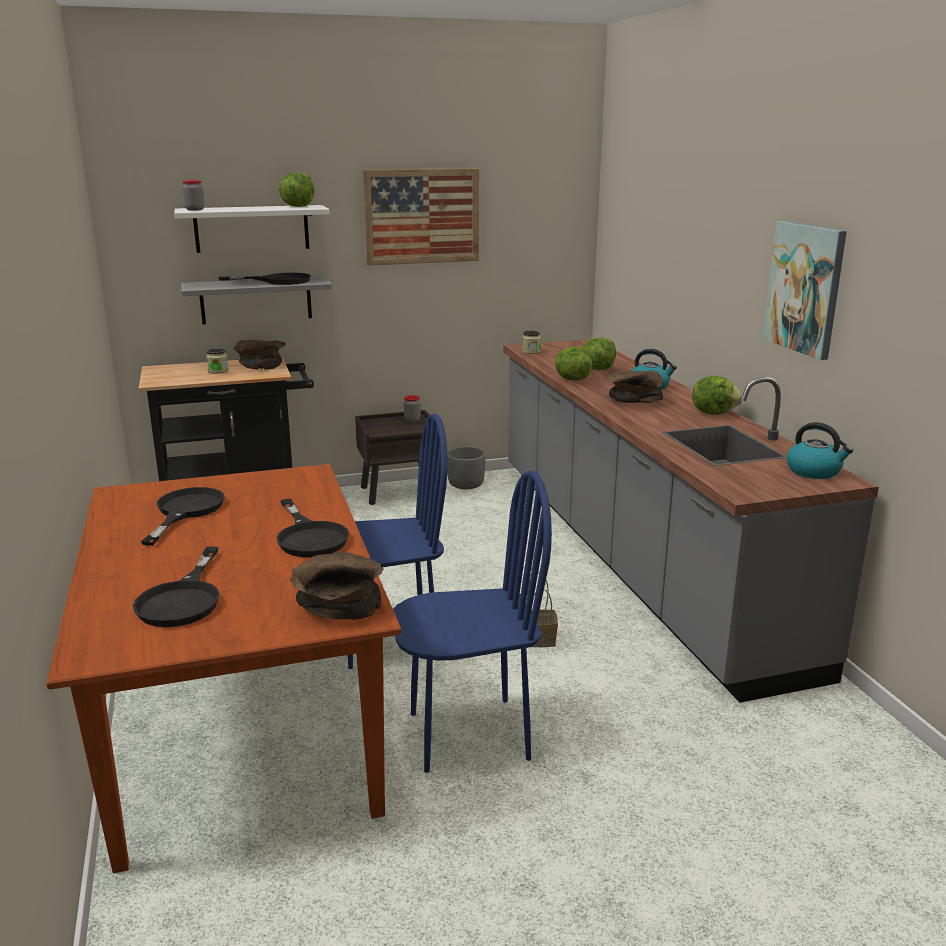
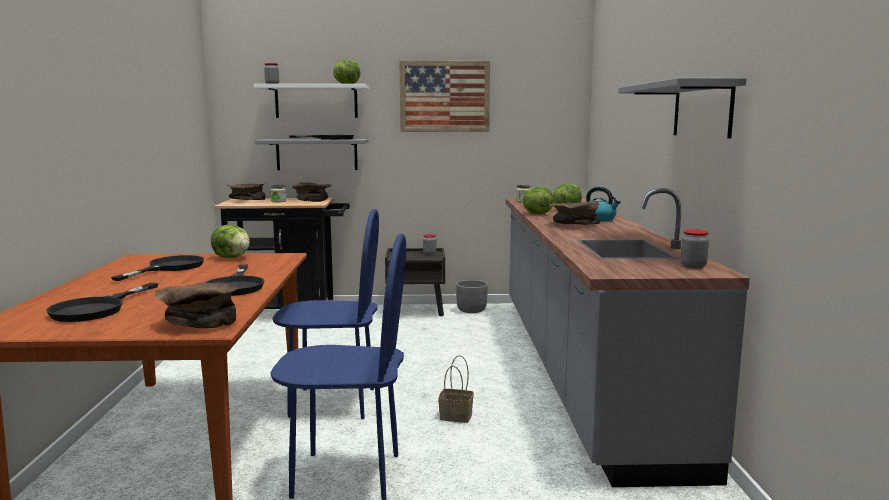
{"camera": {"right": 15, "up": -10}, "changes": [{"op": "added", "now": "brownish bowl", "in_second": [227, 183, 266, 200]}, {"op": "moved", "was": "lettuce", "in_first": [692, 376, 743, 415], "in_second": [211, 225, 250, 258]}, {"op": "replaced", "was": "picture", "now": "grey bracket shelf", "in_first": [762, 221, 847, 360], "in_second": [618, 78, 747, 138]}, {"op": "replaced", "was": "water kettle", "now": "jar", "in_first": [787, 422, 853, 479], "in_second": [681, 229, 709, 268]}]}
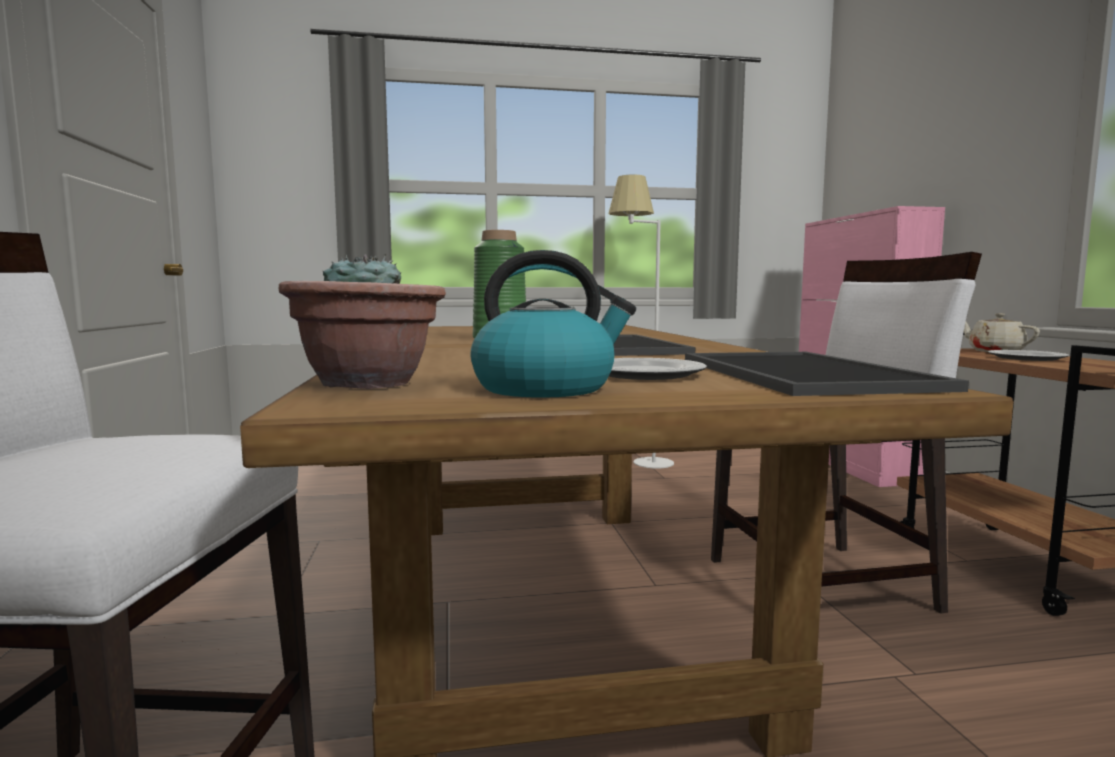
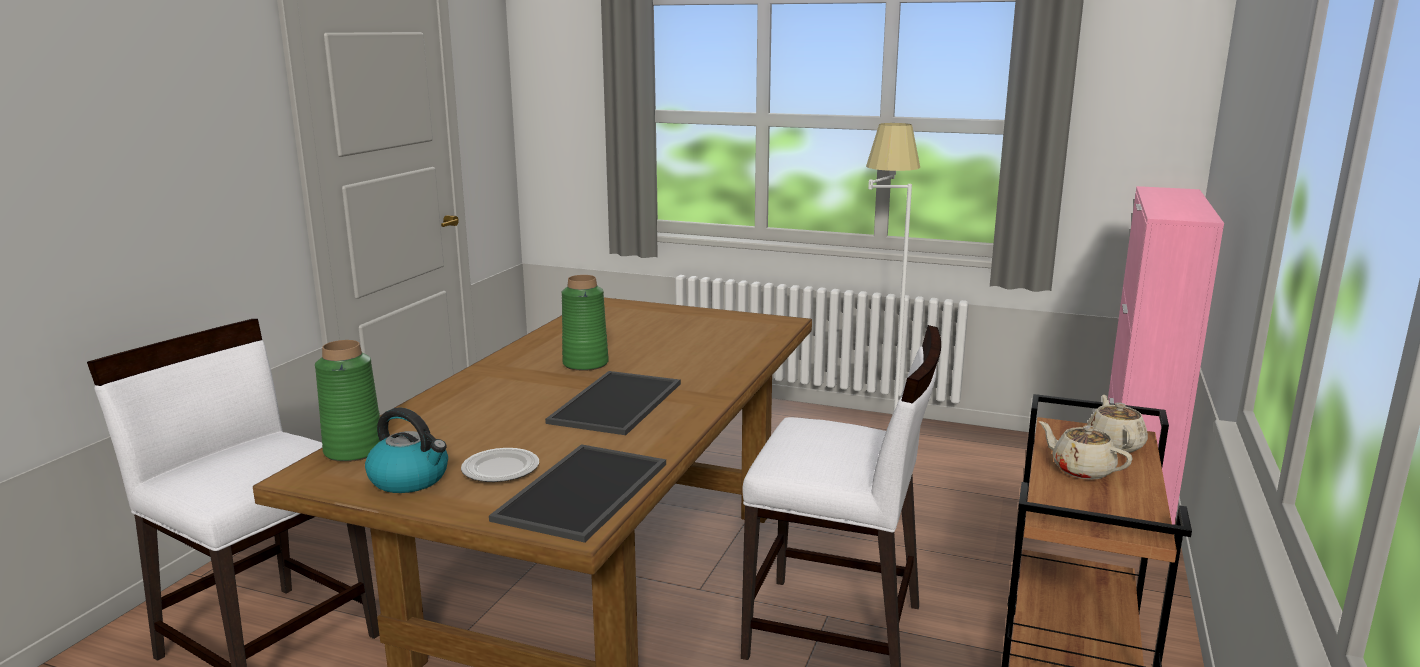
{"camera": {"right": 30, "up": 10}, "changes": [{"op": "replaced", "was": "houseplant", "now": "greenish vase", "in_first": [279, 254, 446, 389], "in_second": [315, 340, 382, 462]}, {"op": "replaced", "was": "flat dish", "now": "sand-coloured teapot", "in_first": [988, 350, 1069, 361], "in_second": [1039, 421, 1133, 480]}]}
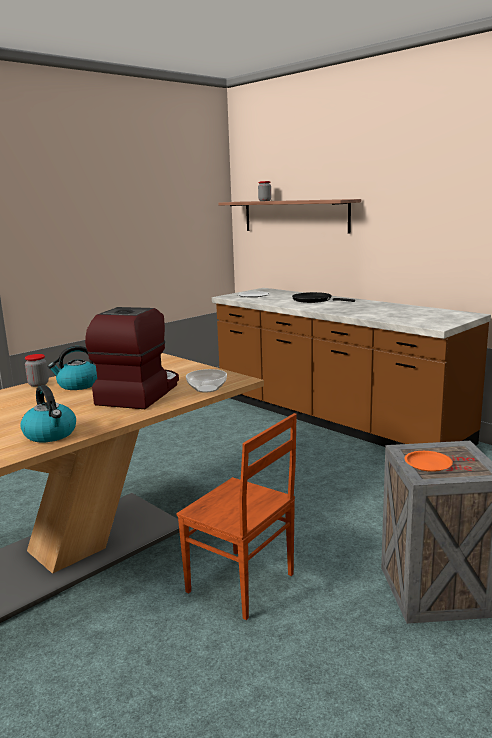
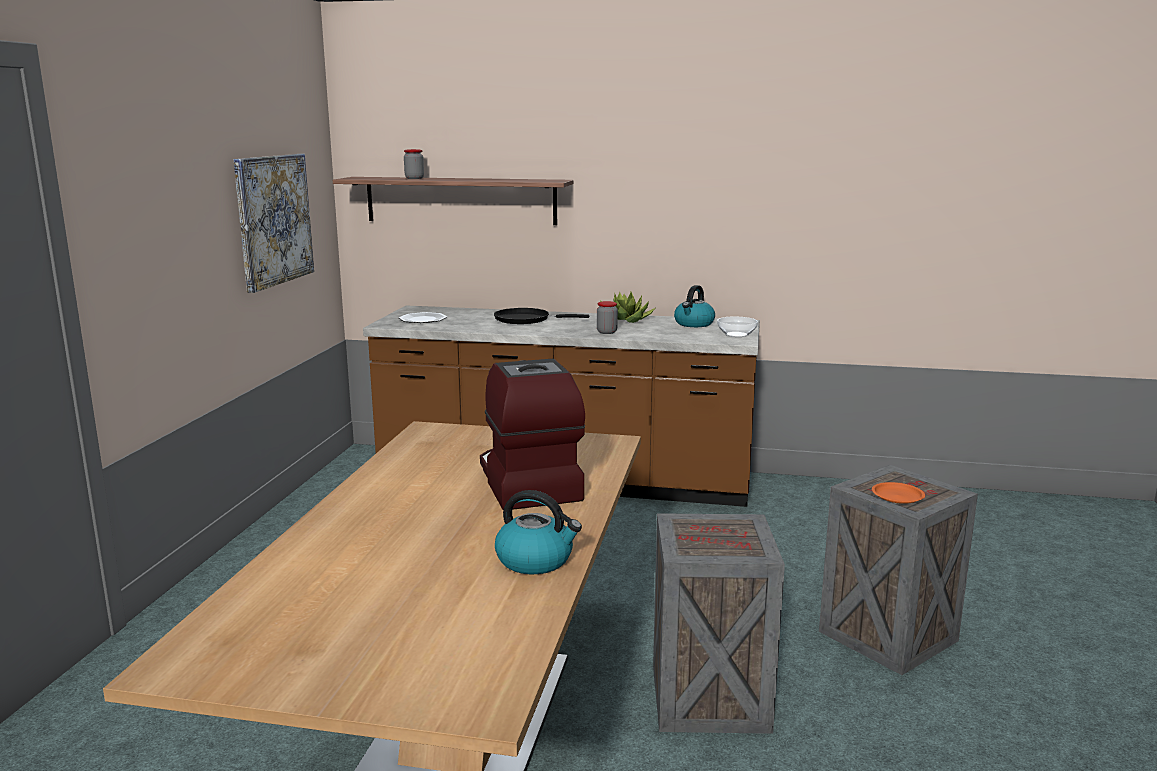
{"camera": {"right": -35, "up": 0}, "changes": [{"op": "added", "now": "picture", "in_second": [234, 154, 314, 293]}, {"op": "added", "now": "houseplant", "in_second": [600, 292, 655, 323]}, {"op": "moved", "was": "jar", "in_first": [25, 354, 49, 387], "in_second": [597, 301, 618, 334]}, {"op": "moved", "was": "water kettle", "in_first": [48, 346, 97, 390], "in_second": [674, 285, 715, 327]}, {"op": "moved", "was": "bowl", "in_first": [186, 369, 227, 393], "in_second": [717, 317, 758, 337]}, {"op": "replaced", "was": "brownish chair", "now": "shipping crate", "in_first": [177, 413, 297, 620], "in_second": [653, 513, 785, 734]}]}
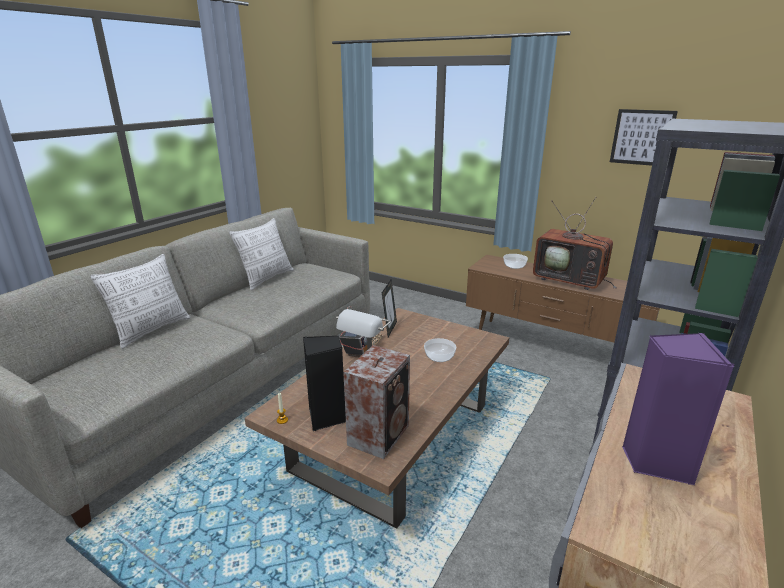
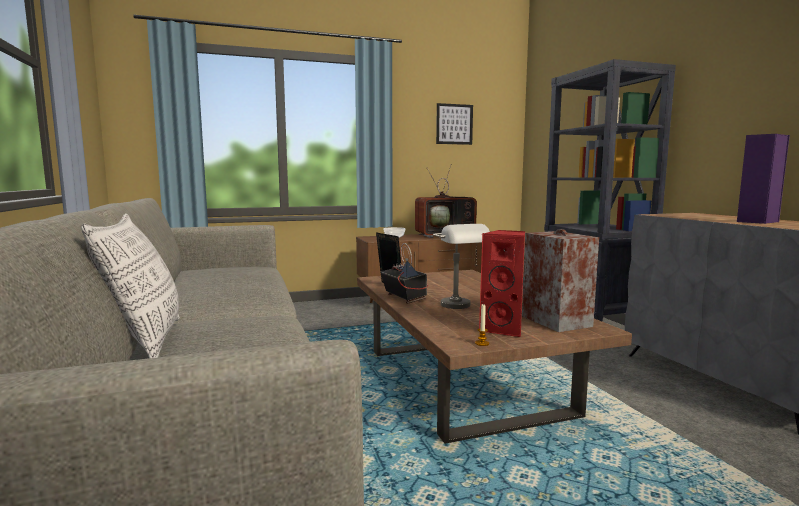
{"camera": {"right": -50, "up": -15}, "changes": [{"op": "removed", "was": "cushion", "in_first": [229, 218, 294, 291]}, {"op": "removed", "was": "bowl", "in_first": [424, 338, 456, 362]}, {"op": "recoloured", "was": "black-coloured loudspeaker", "now": "reddish loudspeaker", "in_first": [303, 336, 346, 431], "in_second": [479, 230, 525, 337]}]}
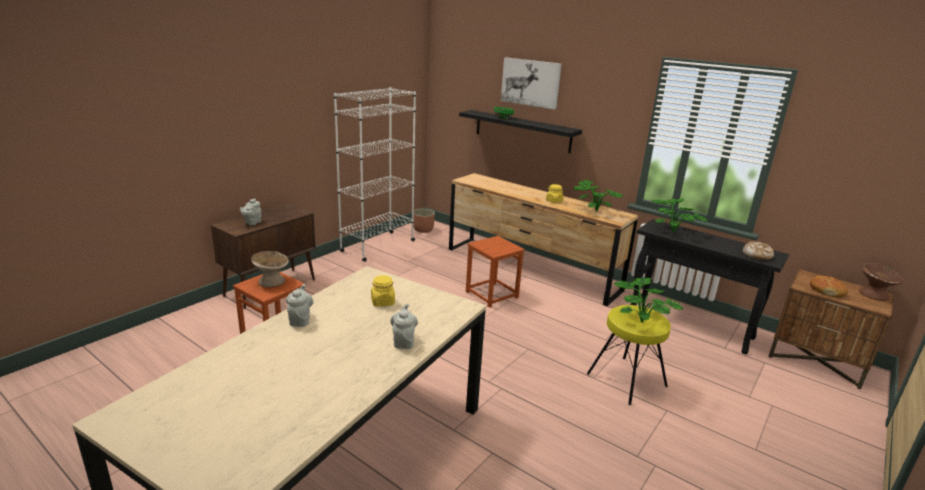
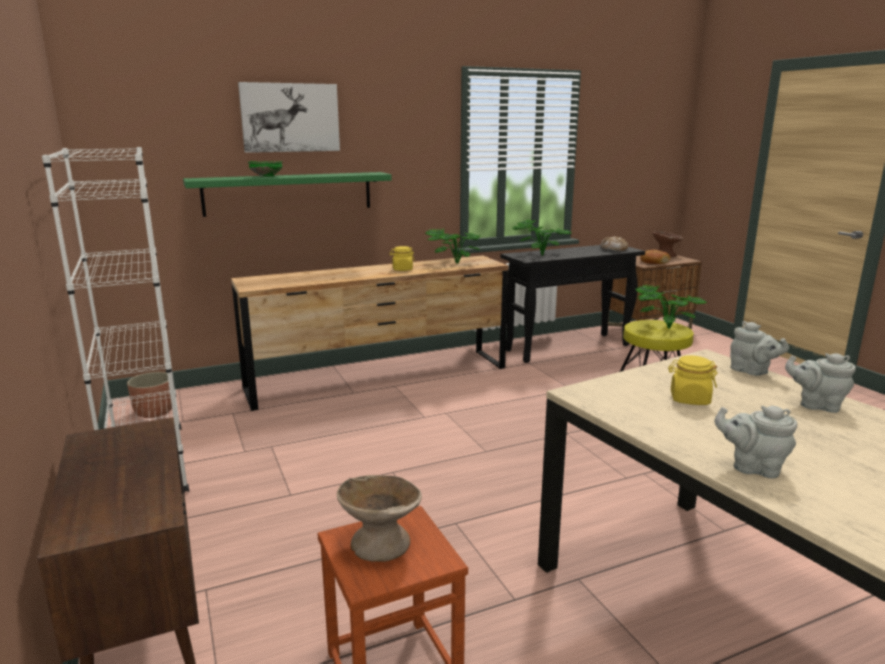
{"camera": {"right": -60, "up": -5}, "changes": [{"op": "removed", "was": "brownish sitting stool", "in_first": [466, 236, 525, 308]}, {"op": "moved", "was": "grey teapot", "in_first": [240, 198, 261, 225], "in_second": [730, 321, 789, 376]}, {"op": "recoloured", "was": "black-coloured bracket shelf", "now": "greenish bracket shelf", "in_first": [459, 110, 582, 153], "in_second": [183, 172, 392, 217]}]}
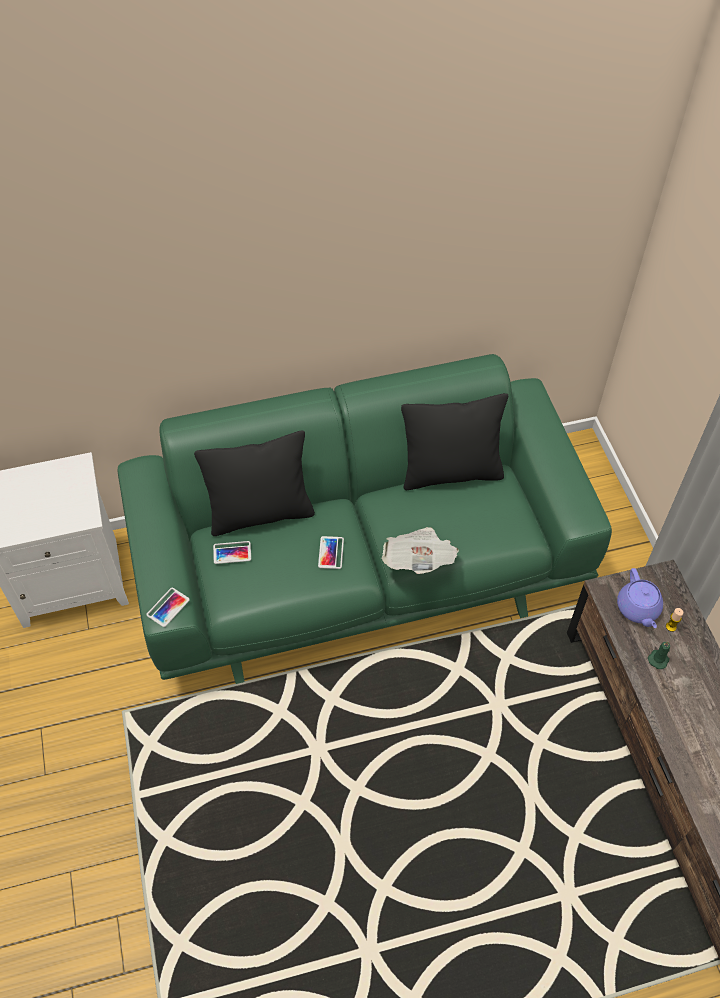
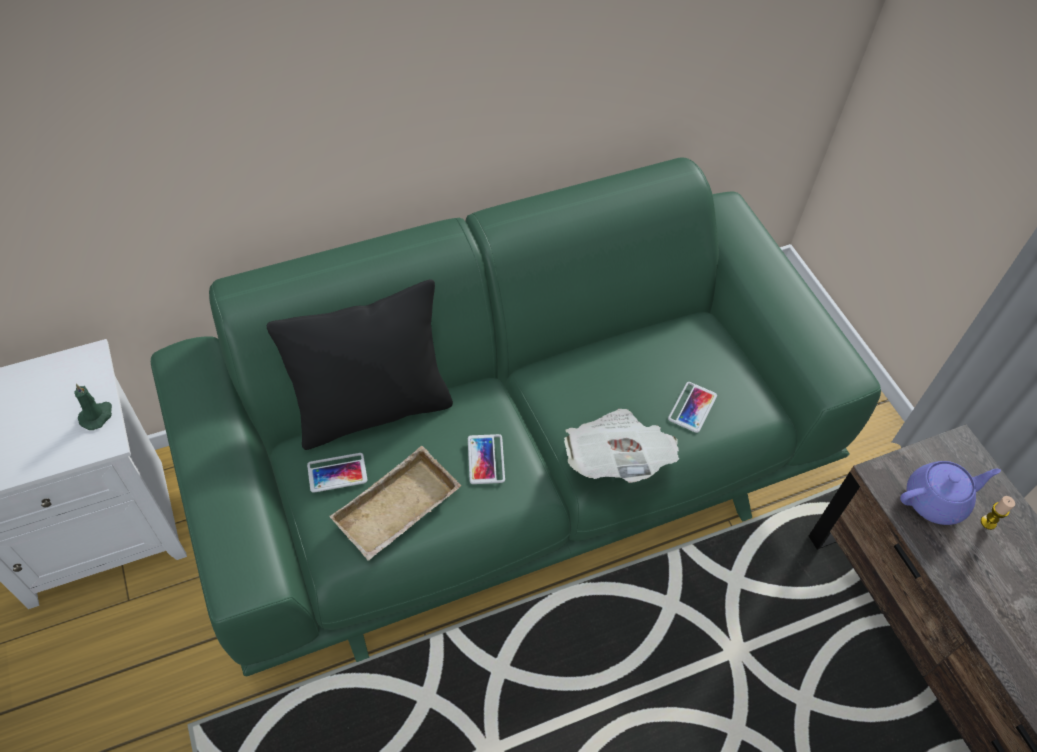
{"camera": {"right": -10, "up": 0}, "changes": [{"op": "removed", "was": "black-coloured cushion", "in_first": [401, 393, 508, 490]}, {"op": "added", "now": "sand-coloured tray", "in_second": [329, 446, 462, 560]}, {"op": "moved", "was": "phone", "in_first": [146, 588, 190, 627], "in_second": [668, 382, 717, 433]}, {"op": "moved", "was": "greenish candle", "in_first": [648, 642, 670, 669], "in_second": [74, 384, 112, 430]}, {"op": "turned", "was": "purplish teapot", "in_first": [617, 568, 663, 628], "in_second": [900, 461, 1001, 525], "clockwise": -90}]}
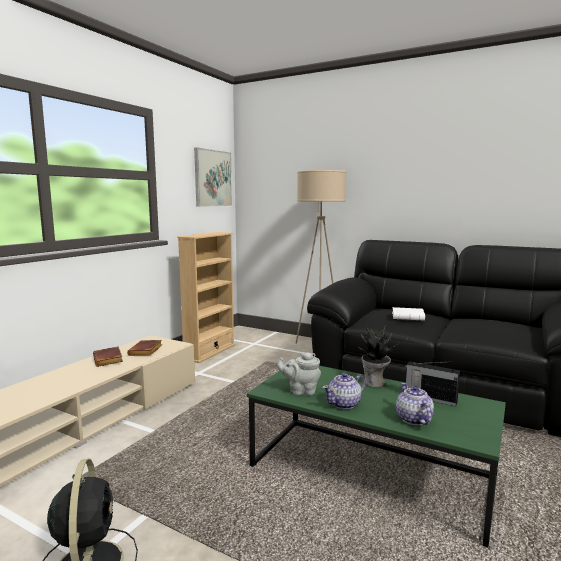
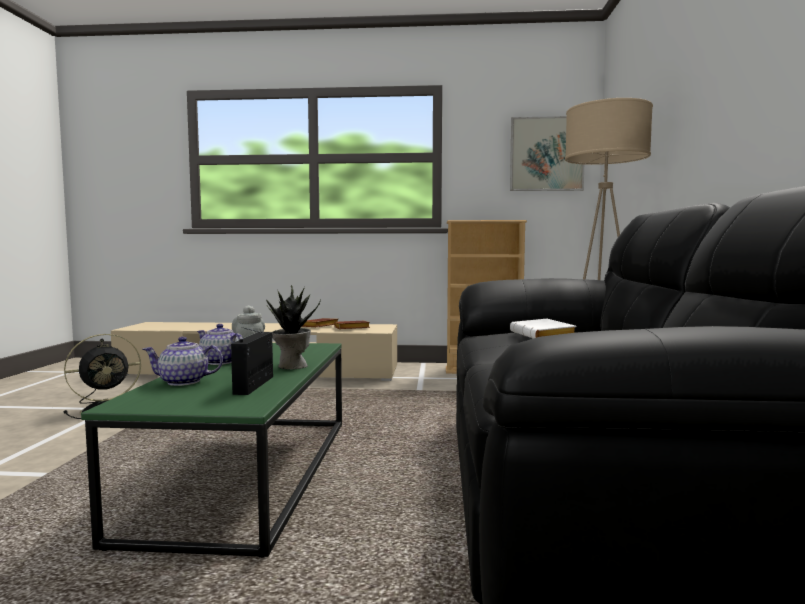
{"camera": {"right": 65, "up": -5}, "changes": [{"op": "turned", "was": "teapot", "in_first": [396, 383, 434, 425], "in_second": [143, 337, 223, 386], "clockwise": -150}]}
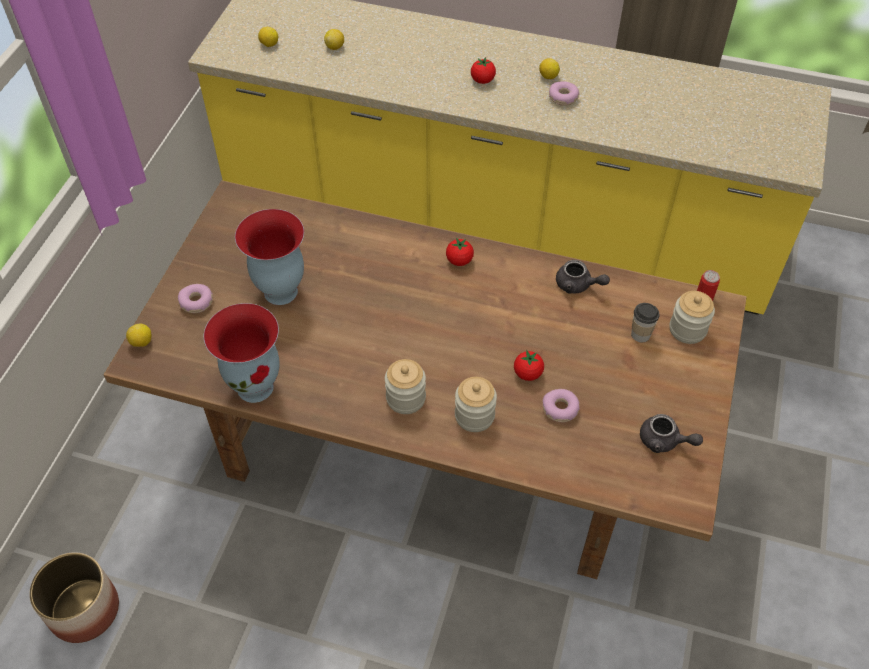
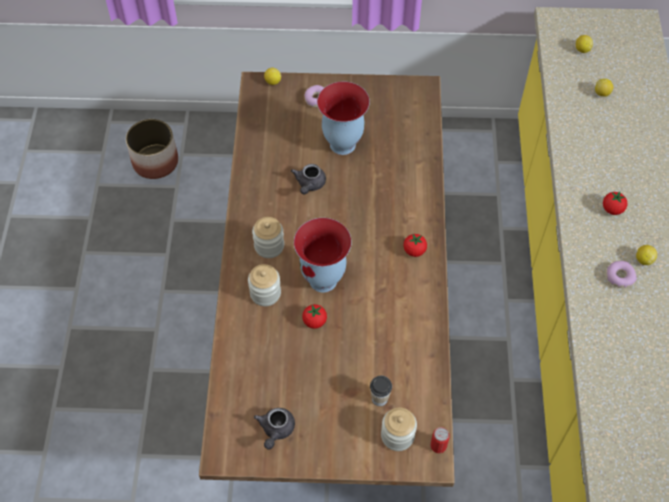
{"camera": {"right": 75, "up": 5}, "changes": [{"op": "removed", "was": "ring doughnut", "in_first": [542, 389, 580, 422]}, {"op": "moved", "was": "vase", "in_first": [204, 303, 280, 403], "in_second": [294, 218, 352, 292]}, {"op": "moved", "was": "grey teapot", "in_first": [556, 260, 610, 294], "in_second": [291, 164, 326, 194]}]}
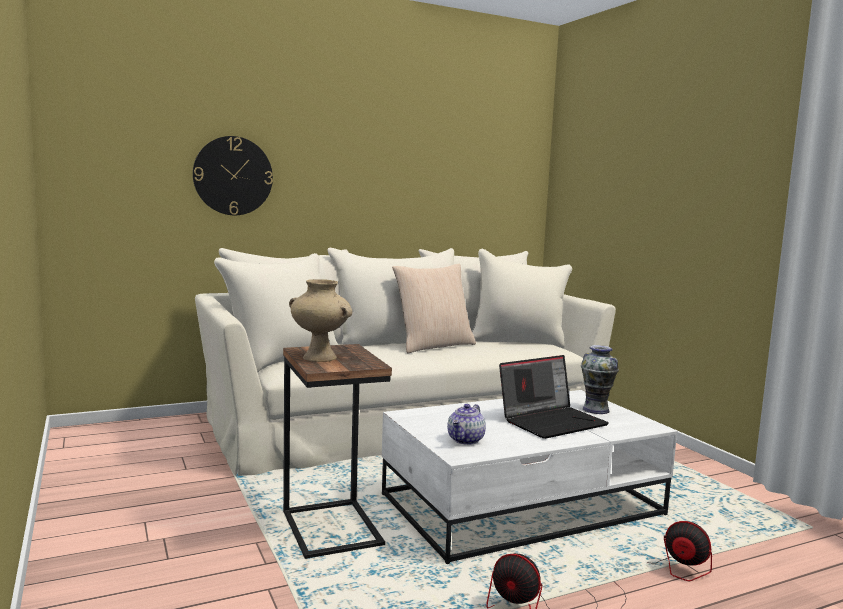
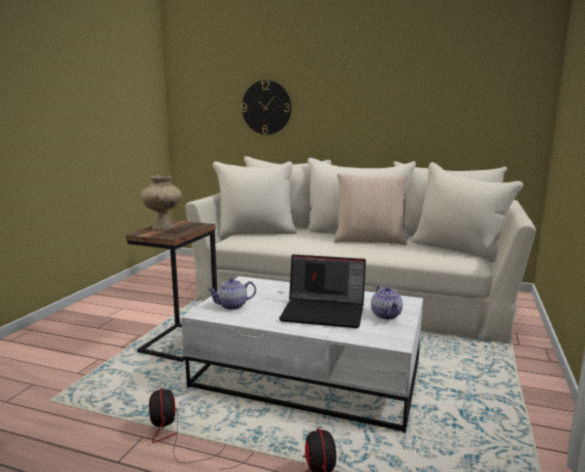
{"camera": {"right": 45, "up": 5}, "changes": [{"op": "replaced", "was": "vase", "now": "teapot", "in_first": [581, 345, 619, 414], "in_second": [371, 285, 403, 319]}]}
